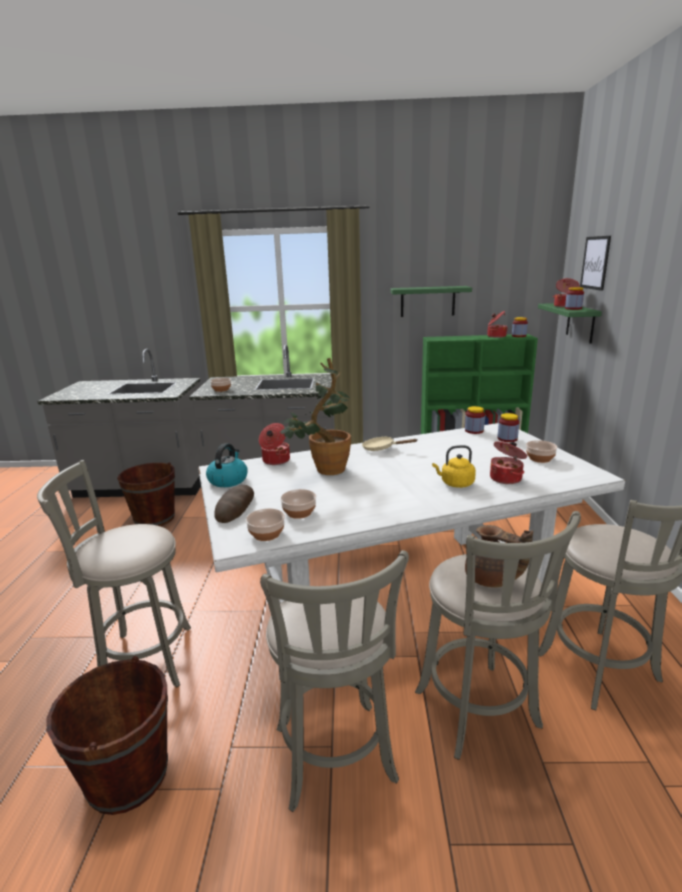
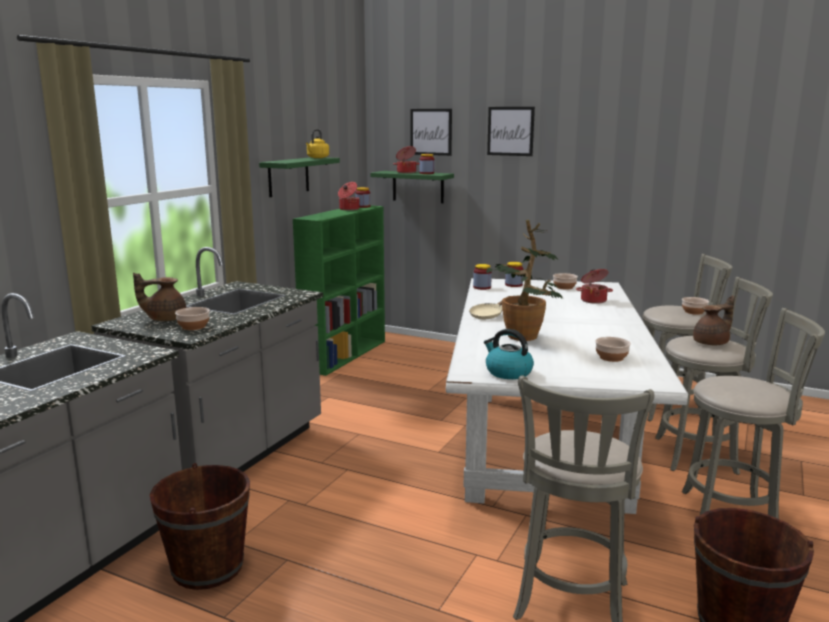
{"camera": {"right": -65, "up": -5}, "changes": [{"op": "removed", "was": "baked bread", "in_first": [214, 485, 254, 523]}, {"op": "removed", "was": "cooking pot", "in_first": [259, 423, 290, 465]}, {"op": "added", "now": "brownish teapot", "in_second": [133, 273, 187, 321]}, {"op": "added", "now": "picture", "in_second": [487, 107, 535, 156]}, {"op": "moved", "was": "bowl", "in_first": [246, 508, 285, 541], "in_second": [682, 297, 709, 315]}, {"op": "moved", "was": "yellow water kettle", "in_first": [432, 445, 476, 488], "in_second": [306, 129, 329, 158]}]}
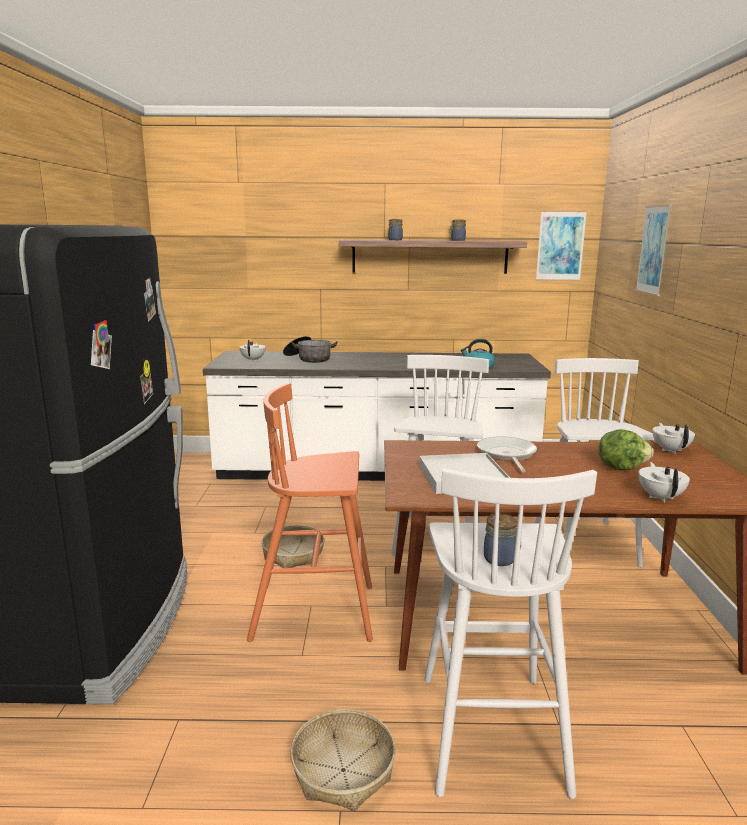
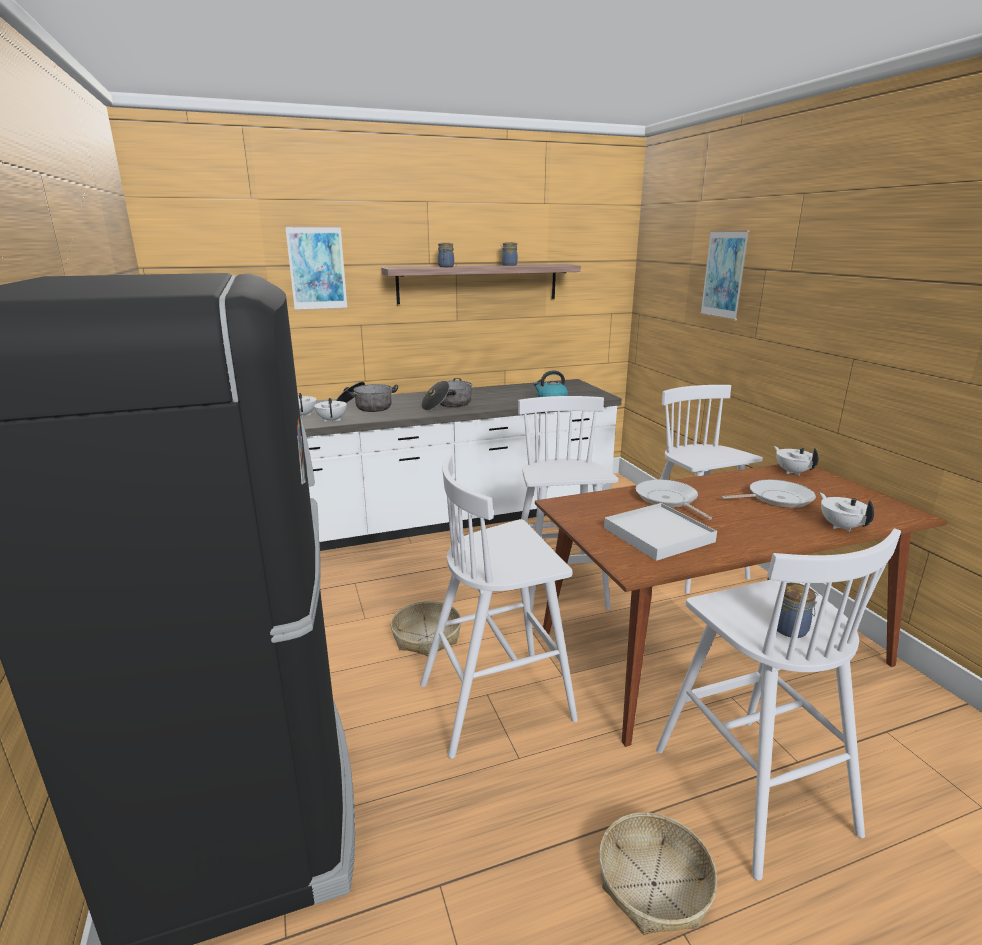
{"camera": {"right": -20, "up": 5}, "changes": [{"op": "added", "now": "white teapot", "in_second": [314, 398, 347, 423]}, {"op": "added", "now": "cooking pot", "in_second": [421, 378, 472, 411]}, {"op": "moved", "was": "picture", "in_first": [536, 210, 587, 281], "in_second": [285, 226, 348, 311]}, {"op": "replaced", "was": "lettuce", "now": "pan", "in_first": [598, 429, 653, 470], "in_second": [722, 480, 816, 508]}, {"op": "recoloured", "was": "orangey sitting stool", "now": "white sitting stool", "in_first": [247, 383, 373, 642], "in_second": [420, 455, 578, 759]}]}
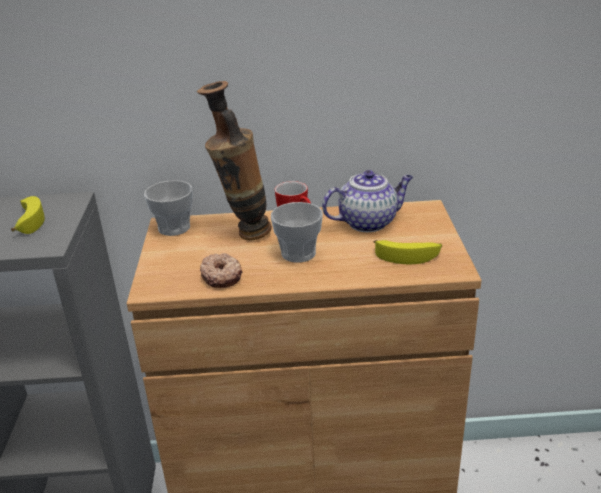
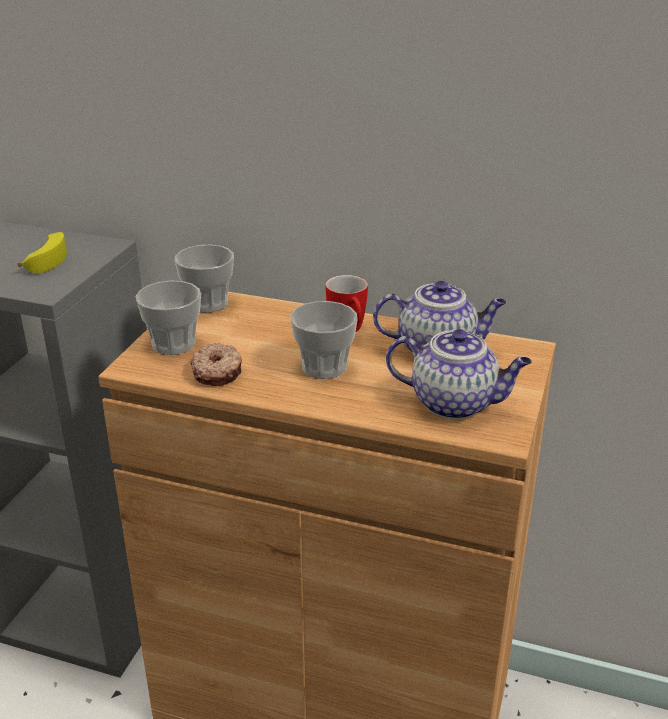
{"camera": {"right": 20, "up": 0}, "changes": [{"op": "removed", "was": "vase", "in_first": [197, 81, 272, 240]}, {"op": "added", "now": "small cup", "in_second": [135, 280, 201, 355]}, {"op": "replaced", "was": "whole banana", "now": "teapot", "in_first": [374, 240, 442, 264], "in_second": [386, 329, 532, 419]}]}
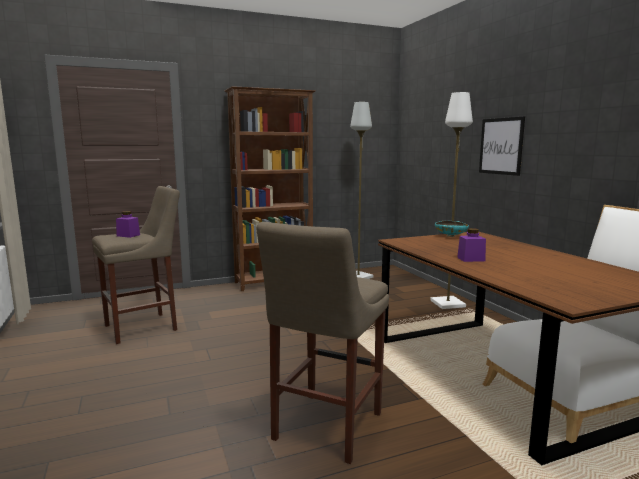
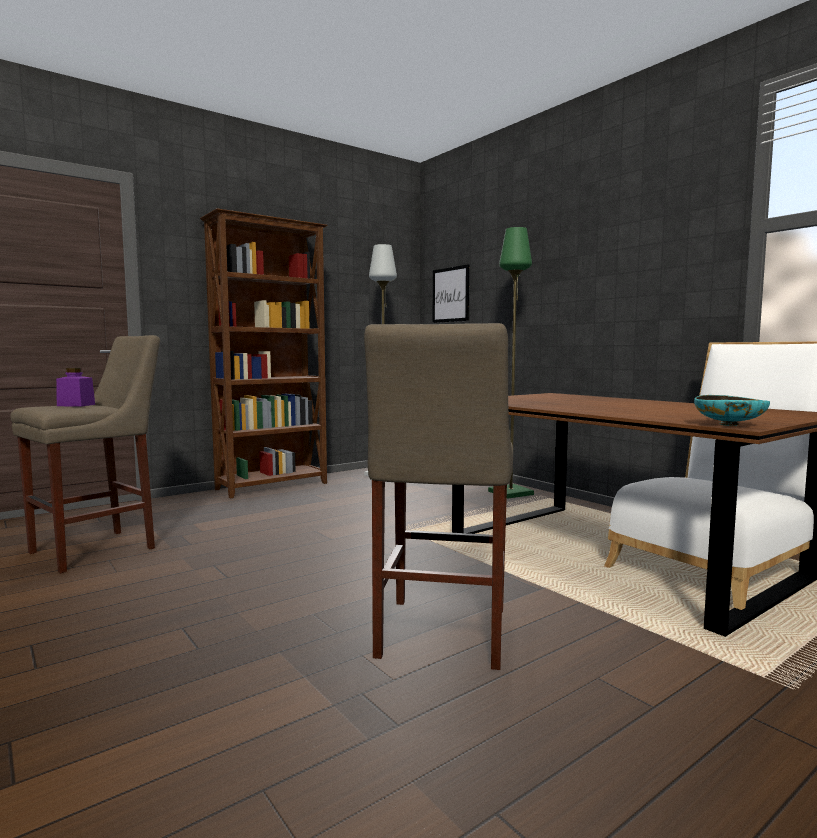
{"camera": {"right": -15, "up": -5}, "changes": [{"op": "removed", "was": "purplish jar", "in_first": [457, 228, 486, 262]}, {"op": "moved", "was": "blue-green bowl", "in_first": [435, 221, 469, 237], "in_second": [694, 395, 770, 426]}, {"op": "moved", "was": "picture", "in_first": [479, 117, 525, 176], "in_second": [433, 264, 469, 323]}, {"op": "recoloured", "was": "white standard lamp", "now": "greenish standard lamp", "in_first": [431, 92, 473, 309], "in_second": [488, 227, 534, 499]}]}
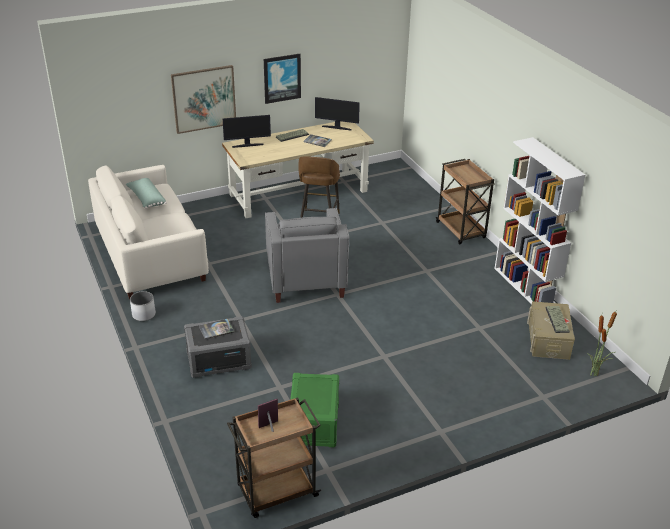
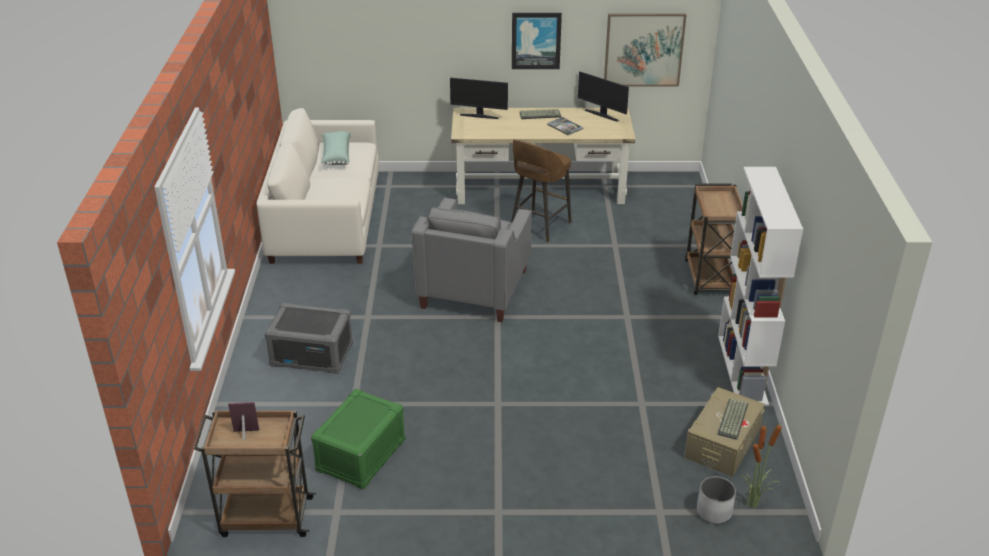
{"camera": {"right": 25, "up": 0}, "changes": [{"op": "removed", "was": "bound book", "in_first": [199, 319, 235, 339]}, {"op": "moved", "was": "white flower pot", "in_first": [130, 291, 156, 321], "in_second": [697, 477, 736, 524]}, {"op": "moved", "was": "picture", "in_first": [171, 65, 236, 134], "in_second": [604, 13, 686, 86]}]}
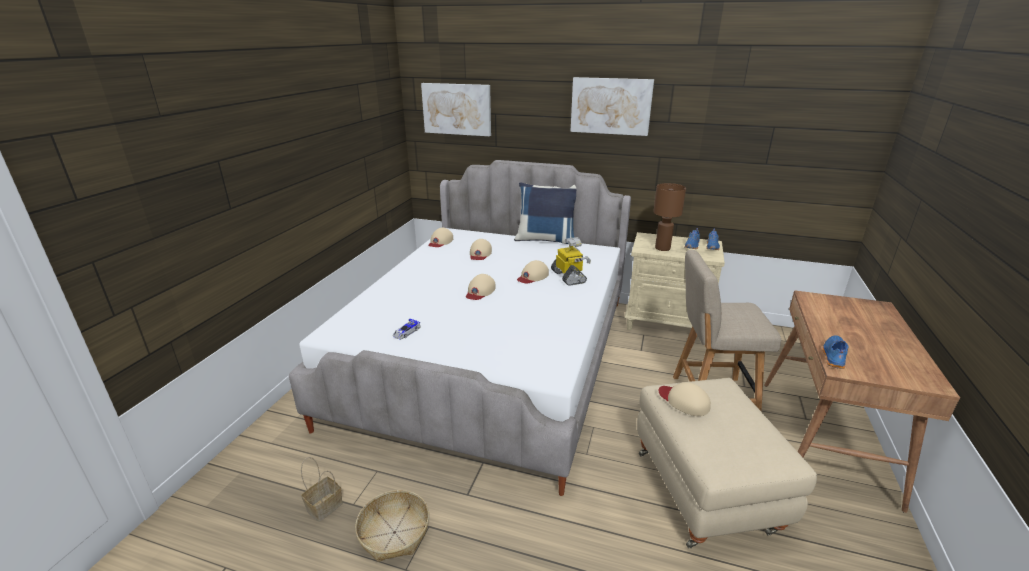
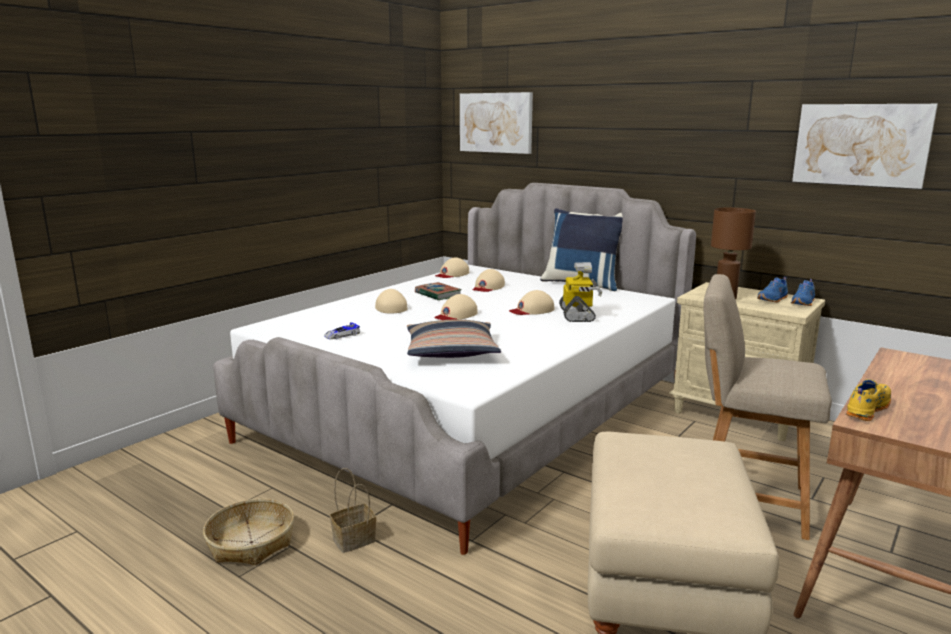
{"camera": {"right": 20, "up": -10}, "changes": [{"op": "added", "now": "cushion", "in_second": [407, 319, 501, 358]}, {"op": "added", "now": "bound book", "in_second": [415, 282, 462, 300]}, {"op": "moved", "was": "household basket", "in_first": [301, 457, 343, 522], "in_second": [330, 468, 376, 553]}, {"op": "moved", "was": "picture", "in_first": [570, 77, 654, 136], "in_second": [792, 104, 938, 189]}, {"op": "moved", "was": "sand-coloured peaked cap", "in_first": [658, 382, 711, 416], "in_second": [375, 289, 407, 314]}, {"op": "recoloured", "was": "bluish item of footwear", "now": "yellow item of footwear", "in_first": [822, 335, 849, 369], "in_second": [846, 379, 891, 421]}]}
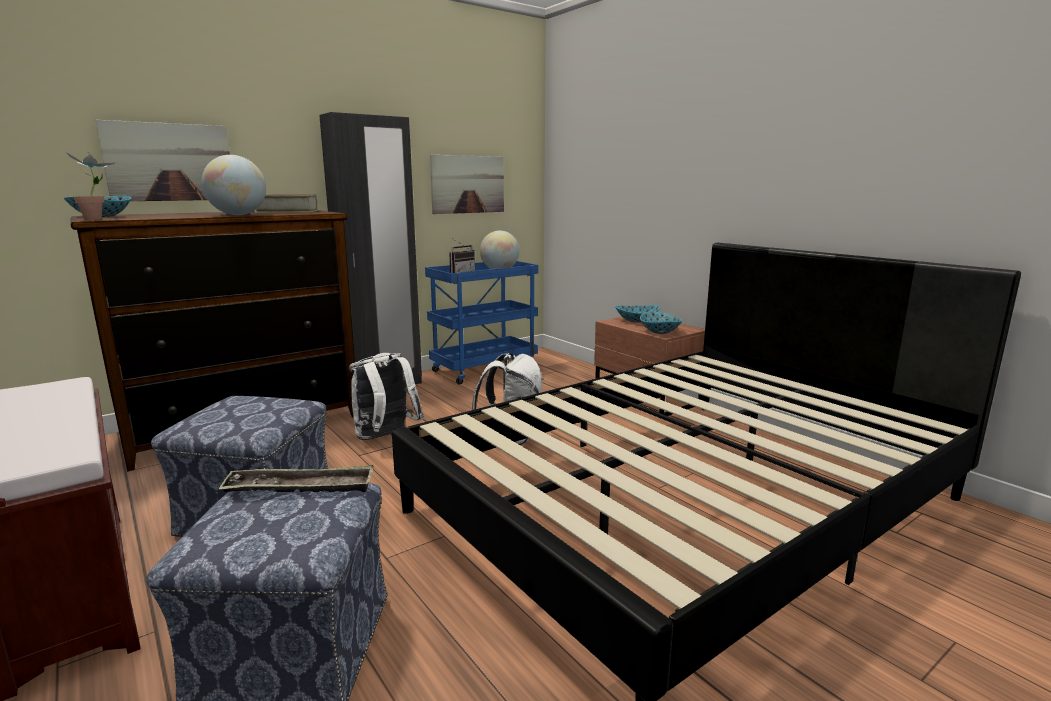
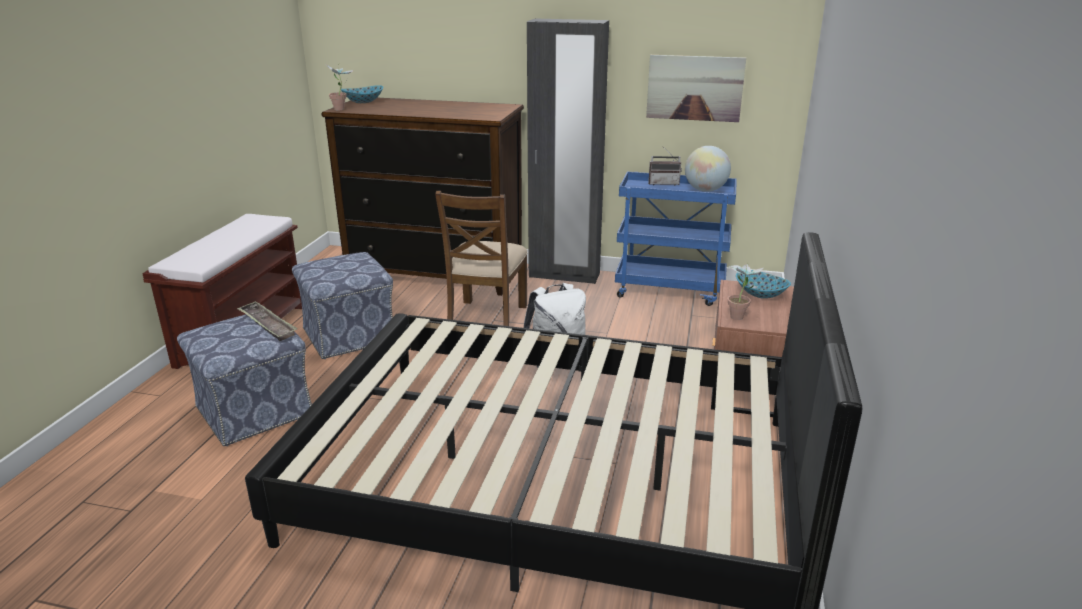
{"camera": {"right": 50, "up": 10}, "changes": [{"op": "removed", "was": "picture", "in_first": [95, 120, 230, 201]}, {"op": "removed", "was": "globe", "in_first": [202, 155, 266, 215]}, {"op": "removed", "was": "bound book", "in_first": [255, 194, 318, 213]}, {"op": "replaced", "was": "white backpack", "now": "brownish chair", "in_first": [349, 353, 424, 440], "in_second": [435, 191, 528, 326]}, {"op": "replaced", "was": "bowl", "now": "houseplant", "in_first": [640, 311, 682, 334], "in_second": [727, 262, 763, 320]}]}
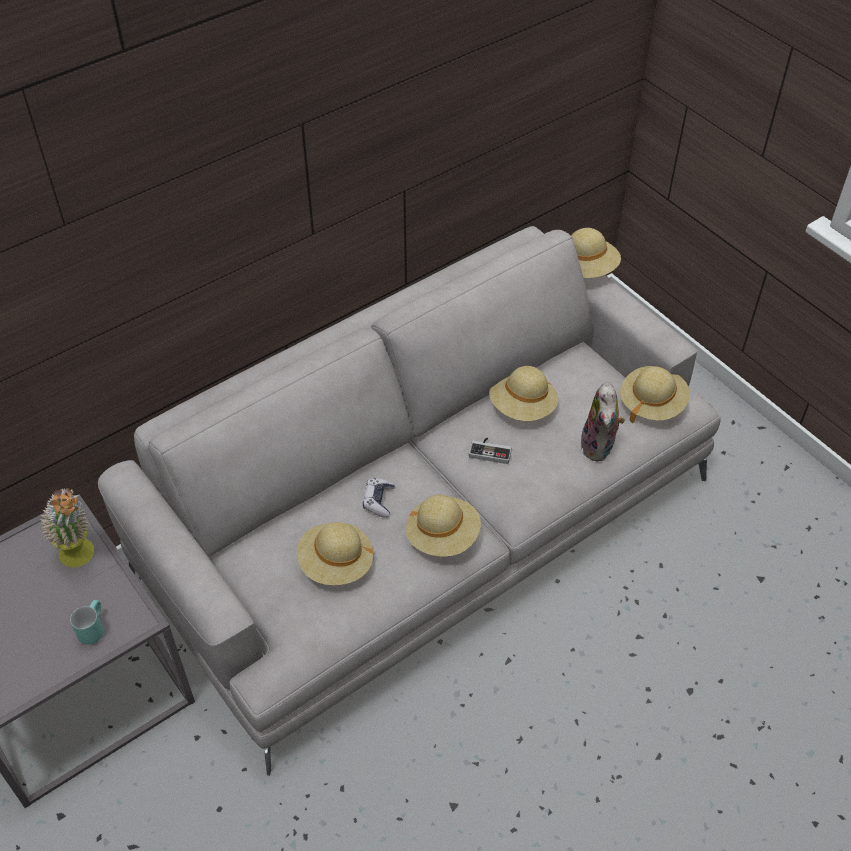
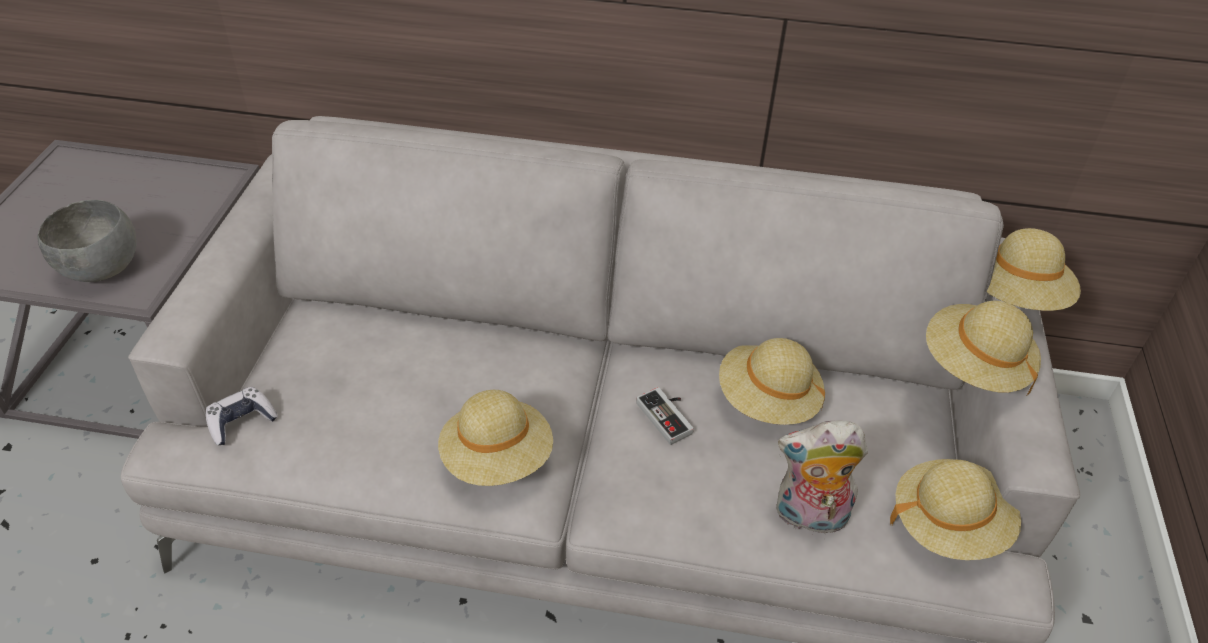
{"camera": {"right": 45, "up": -5}, "changes": [{"op": "removed", "was": "houseplant", "in_first": [40, 488, 94, 568]}, {"op": "moved", "was": "sand-coloured wearable hat", "in_first": [297, 522, 374, 585], "in_second": [926, 300, 1041, 395]}, {"op": "moved", "was": "gamepad", "in_first": [363, 478, 395, 518], "in_second": [206, 387, 278, 445]}, {"op": "replaced", "was": "blue-green tea mug", "now": "grey bowl", "in_first": [70, 600, 103, 645], "in_second": [37, 200, 137, 282]}, {"op": "turned", "was": "cuddly toy", "in_first": [580, 381, 625, 461], "in_second": [776, 421, 868, 539], "clockwise": 45}]}
